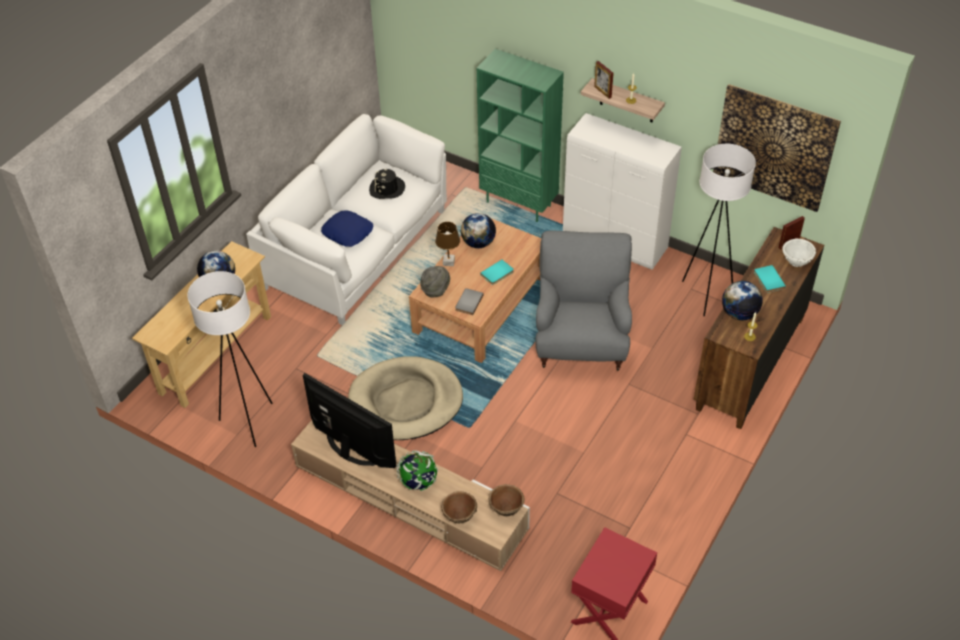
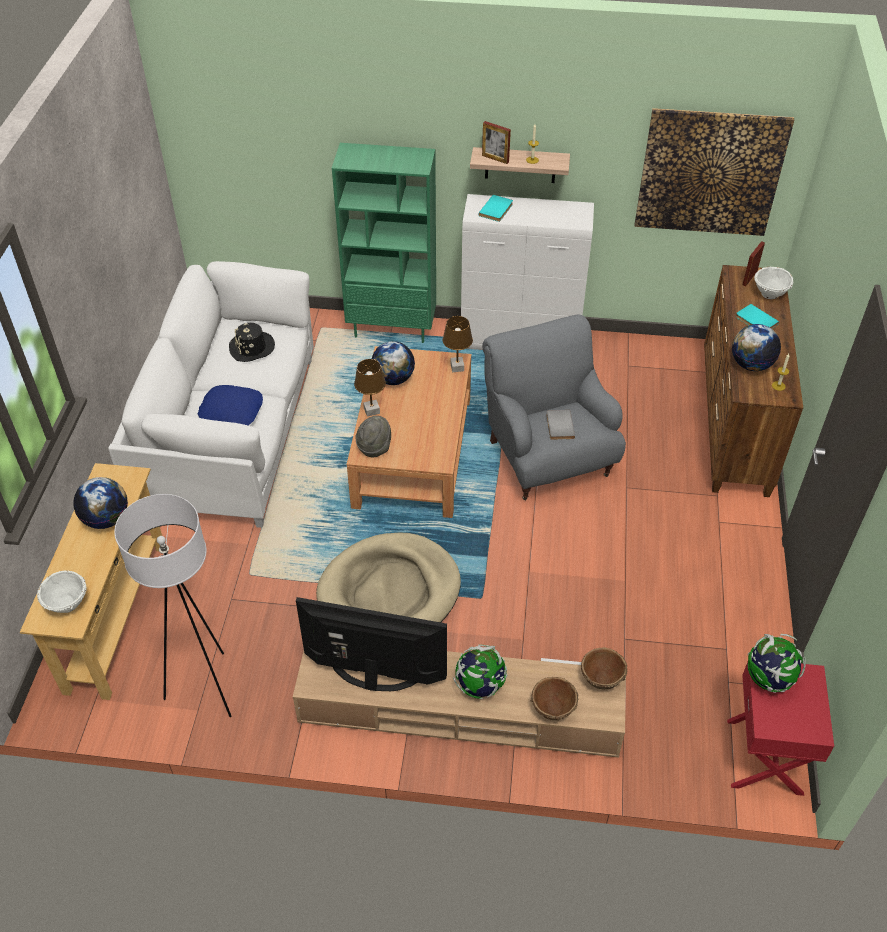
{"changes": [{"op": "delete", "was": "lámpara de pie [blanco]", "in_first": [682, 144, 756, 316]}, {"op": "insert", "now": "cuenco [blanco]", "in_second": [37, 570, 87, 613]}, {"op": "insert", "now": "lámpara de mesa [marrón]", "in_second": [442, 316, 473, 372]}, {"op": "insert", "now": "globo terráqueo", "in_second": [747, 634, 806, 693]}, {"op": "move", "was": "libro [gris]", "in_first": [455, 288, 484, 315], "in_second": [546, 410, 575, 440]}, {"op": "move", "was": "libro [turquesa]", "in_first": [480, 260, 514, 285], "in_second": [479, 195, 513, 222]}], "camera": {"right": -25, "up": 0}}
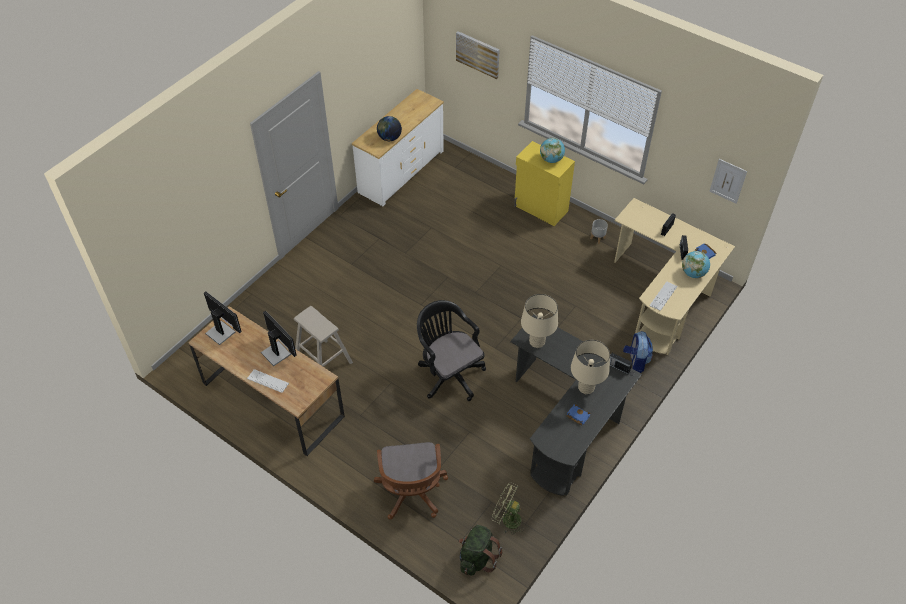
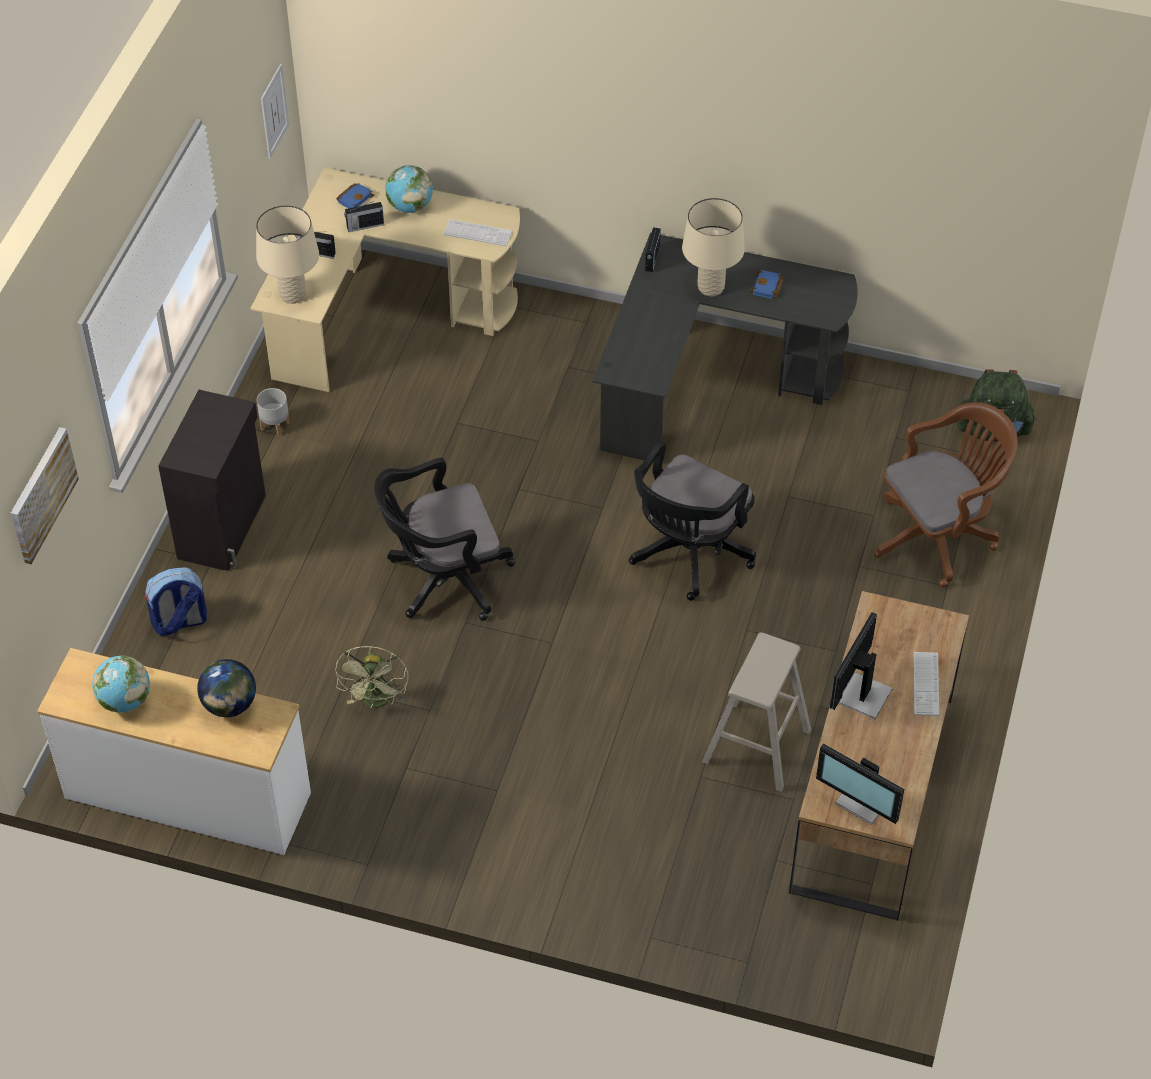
{"changes": [{"op": "insert", "now": "silla de oficina [negro]", "in_second": [374, 458, 515, 621]}, {"op": "move", "was": "ventilador [verde]", "in_first": [492, 482, 524, 535], "in_second": [335, 646, 409, 708]}, {"op": "move", "was": "lámpara de mesa [beis]", "in_first": [521, 294, 558, 348], "in_second": [256, 205, 319, 304]}, {"op": "move", "was": "globo terráqueo", "in_first": [540, 138, 565, 163], "in_second": [92, 656, 150, 712]}, {"op": "move", "was": "mochila", "in_first": [623, 331, 653, 373], "in_second": [145, 568, 207, 636]}, {"op": "recolor", "was": "armario [amarillo]", "now": "armario [negro]", "in_first": [514, 141, 575, 226], "in_second": [158, 390, 266, 571]}, {"op": "rotate", "was": "monitor", "in_first": [204, 292, 242, 345], "in_second": [816, 743, 904, 825], "clockwise": -75}], "camera": {"right": -110, "up": 0}}
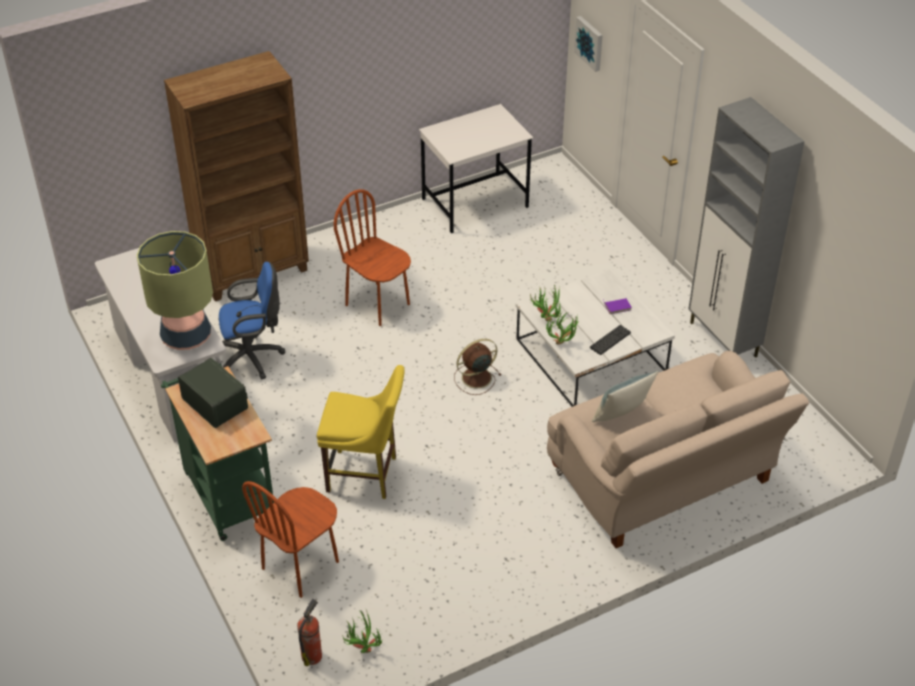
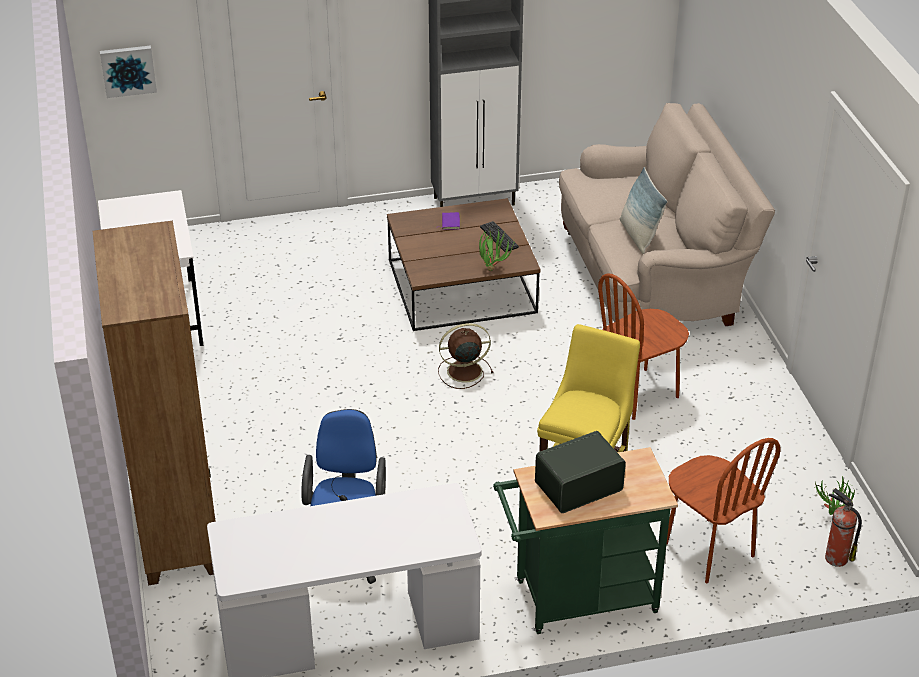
{"changes": [{"op": "delete", "was": "lámpara de mesa", "in_first": [136, 231, 213, 350]}, {"op": "delete", "was": "planta en maceta", "in_first": [530, 284, 561, 322]}, {"op": "move", "was": "silla [marrón]", "in_first": [334, 189, 411, 326], "in_second": [598, 274, 689, 420]}, {"op": "recolor", "was": "mesa de centro [blanco]", "now": "mesa de centro [marrón]", "in_first": [516, 268, 675, 407], "in_second": [387, 198, 540, 331]}, {"op": "rotate", "was": "ventilador [marrón]", "in_first": [454, 339, 501, 395], "in_second": [438, 323, 494, 389], "clockwise": 90}], "camera": {"right": -75, "up": -5}}
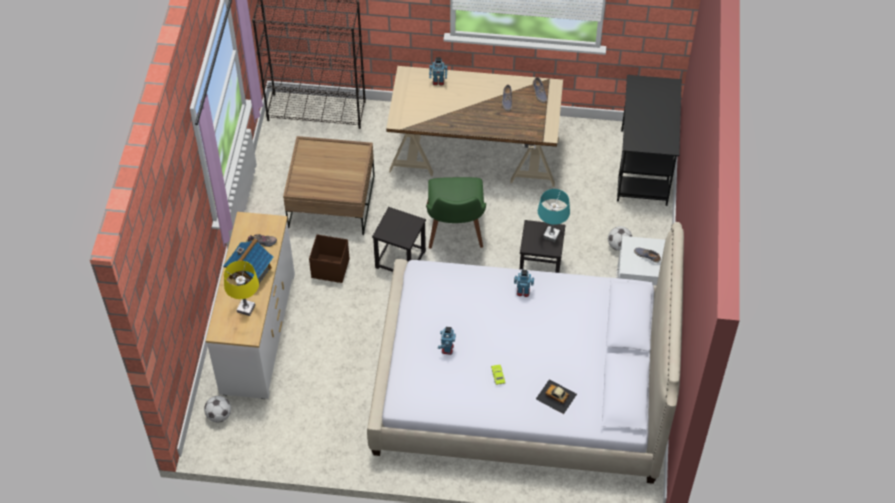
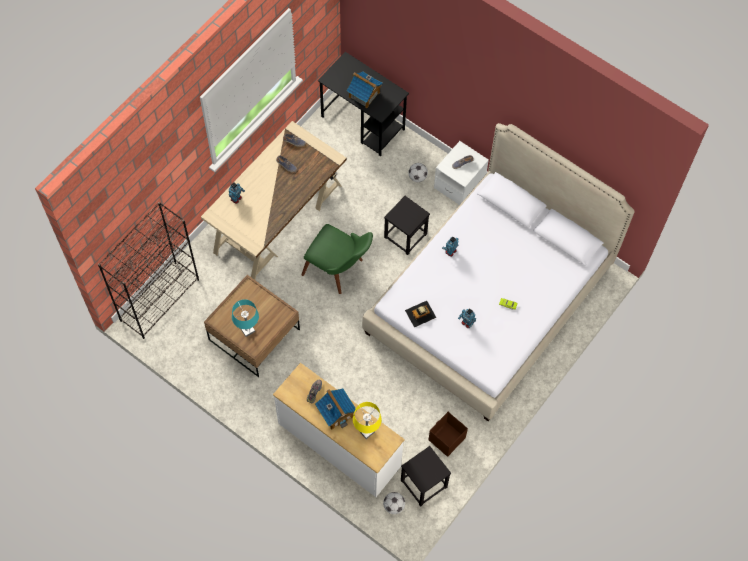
{"changes": [{"op": "insert", "now": "casita", "in_second": [347, 71, 383, 108]}, {"op": "move", "was": "caja de almacenaje [marrón]", "in_first": [309, 234, 350, 283], "in_second": [428, 412, 468, 457]}, {"op": "move", "was": "taburete [negro]", "in_first": [372, 207, 426, 272], "in_second": [401, 446, 451, 507]}, {"op": "move", "was": "coche de juguete", "in_first": [536, 379, 577, 414], "in_second": [405, 301, 436, 327]}, {"op": "move", "was": "lámpara de mesa [turquesa]", "in_first": [538, 189, 570, 242], "in_second": [232, 299, 259, 337]}], "camera": {"right": -60, "up": 10}}
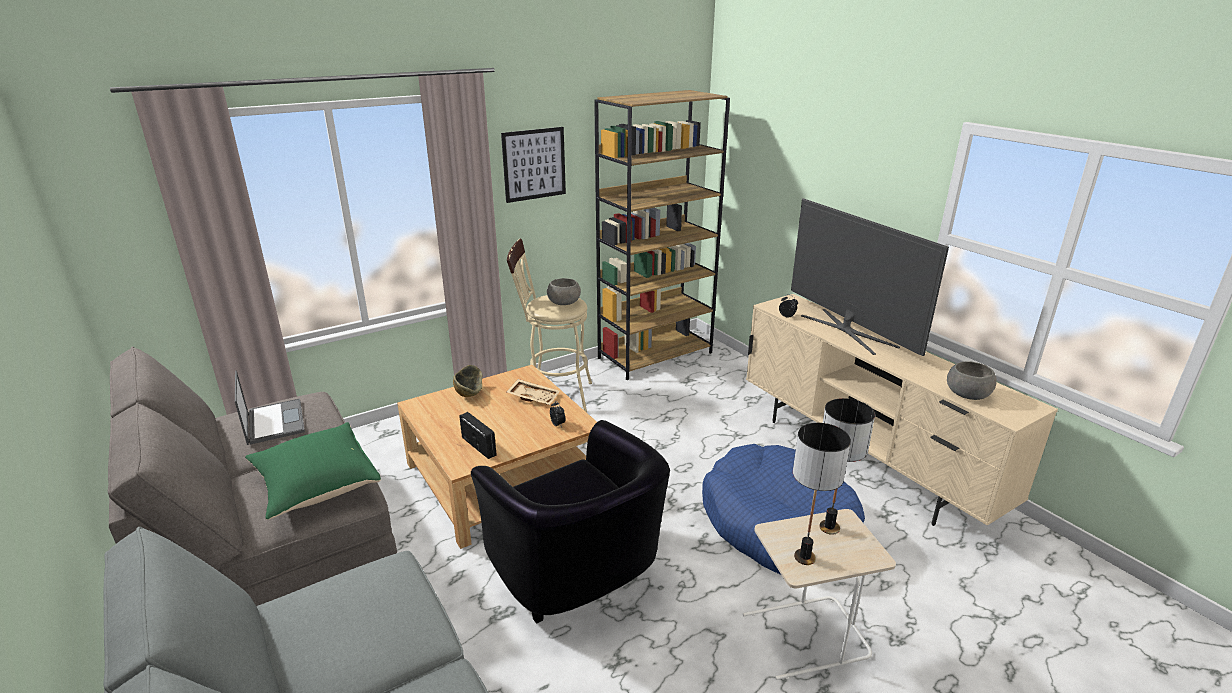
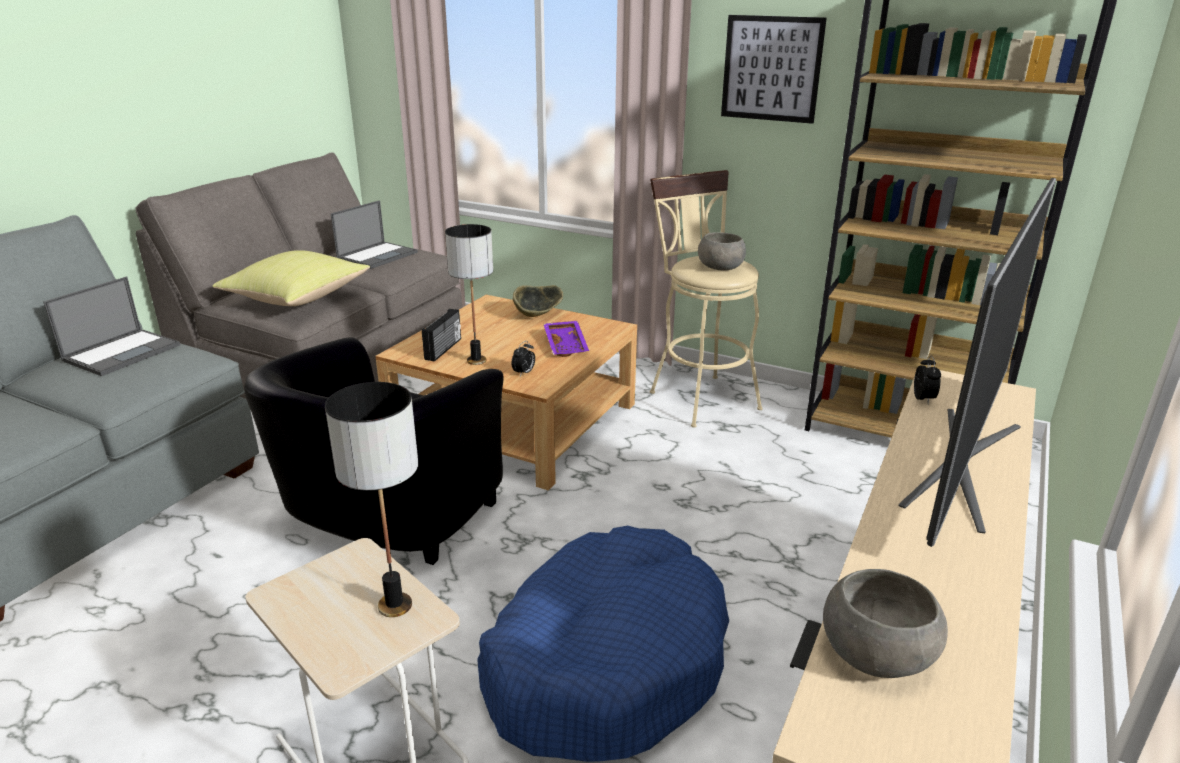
{"changes": [{"op": "insert", "now": "portátil", "in_second": [43, 276, 180, 376]}, {"op": "move", "was": "lámpara de mesa", "in_first": [793, 423, 851, 565], "in_second": [445, 224, 493, 365]}, {"op": "recolor", "was": "cojín [verde]", "now": "cojín [amarillo]", "in_first": [245, 422, 381, 520], "in_second": [213, 250, 370, 306]}, {"op": "recolor", "was": "bandeja [beis]", "now": "bandeja [morado]", "in_first": [507, 379, 560, 405], "in_second": [544, 321, 589, 357]}], "camera": {"right": 60, "up": 0}}
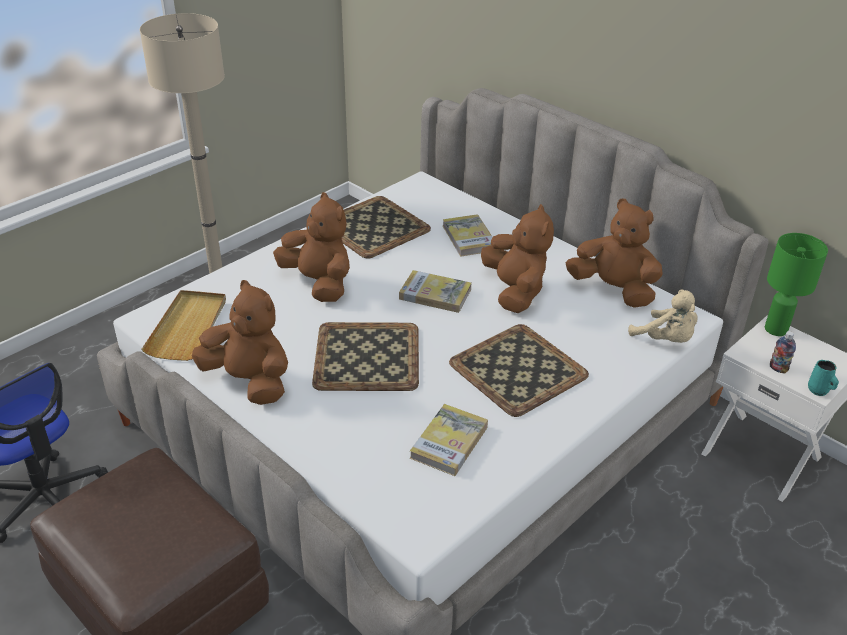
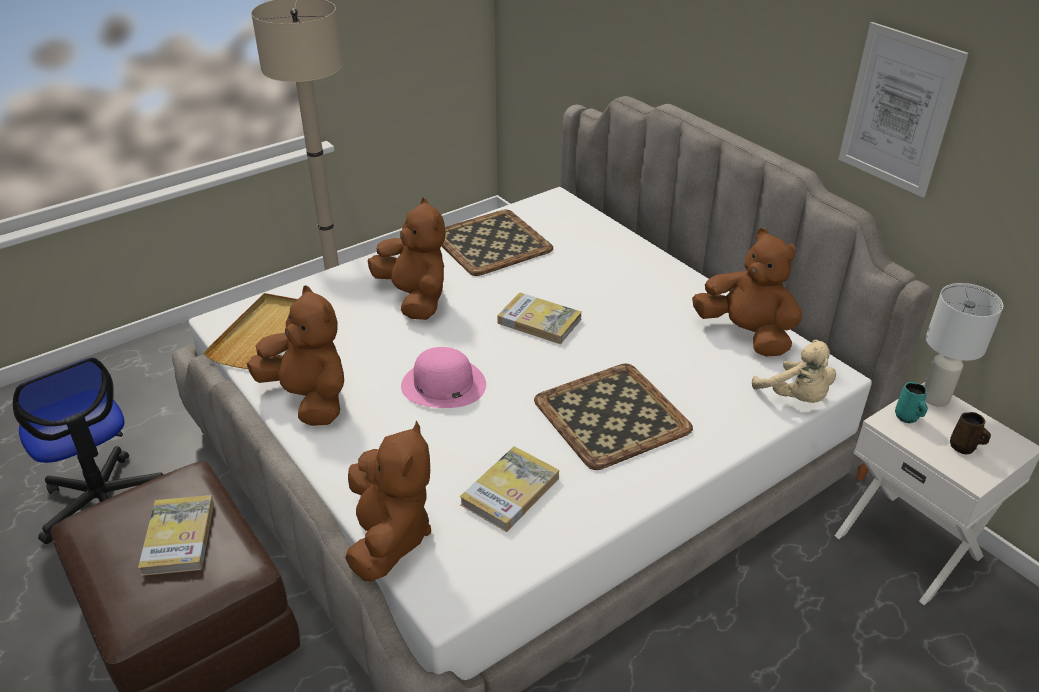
{"changes": [{"op": "delete", "was": "botella", "in_first": [770, 331, 796, 374]}, {"op": "insert", "now": "cuadro", "in_second": [838, 22, 968, 197]}, {"op": "insert", "now": "taza grande [marrón]", "in_second": [950, 412, 991, 454]}, {"op": "move", "was": "libro", "in_first": [443, 214, 493, 257], "in_second": [138, 495, 214, 576]}, {"op": "move", "was": "peluche [marrón]", "in_first": [481, 204, 554, 313], "in_second": [345, 421, 431, 581]}, {"op": "move", "was": "taza grande [turquesa]", "in_first": [808, 360, 839, 396], "in_second": [895, 382, 928, 423]}, {"op": "replace", "was": "bandeja", "now": "sombrero [rosa]", "in_first": [312, 322, 419, 391], "in_second": [401, 347, 486, 408]}, {"op": "recolor", "was": "lámpara de mesa [verde]", "now": "lámpara de mesa [blanco]", "in_first": [765, 233, 828, 336], "in_second": [924, 283, 1003, 407]}], "camera": {"right": 10, "up": 0}}
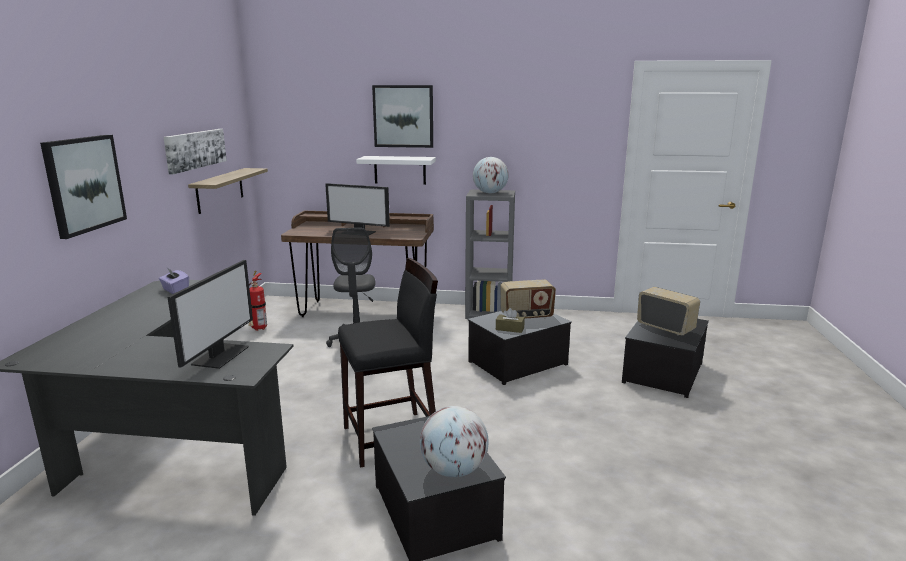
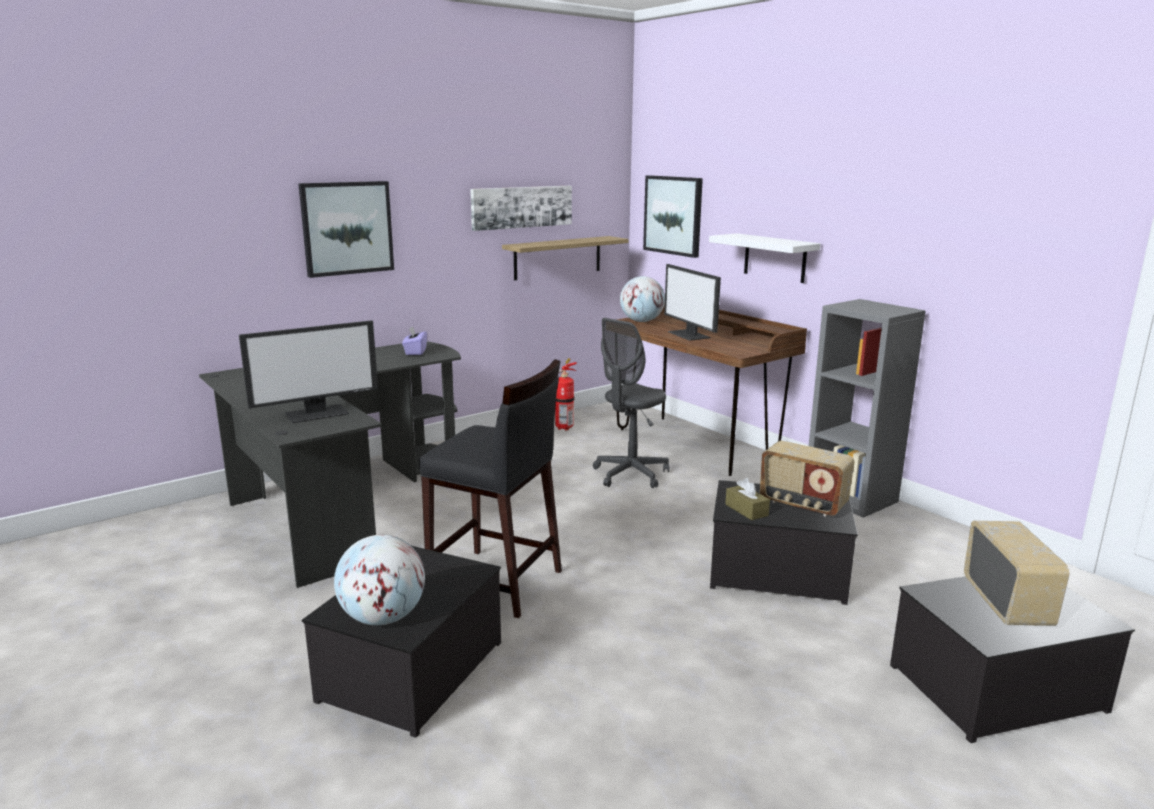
{"changes": [{"op": "move", "was": "cuadro", "in_first": [372, 85, 433, 148], "in_second": [643, 175, 703, 258]}, {"op": "move", "was": "globo terráqueo", "in_first": [473, 157, 509, 193], "in_second": [620, 276, 665, 322]}], "camera": {"right": 45, "up": 0}}
